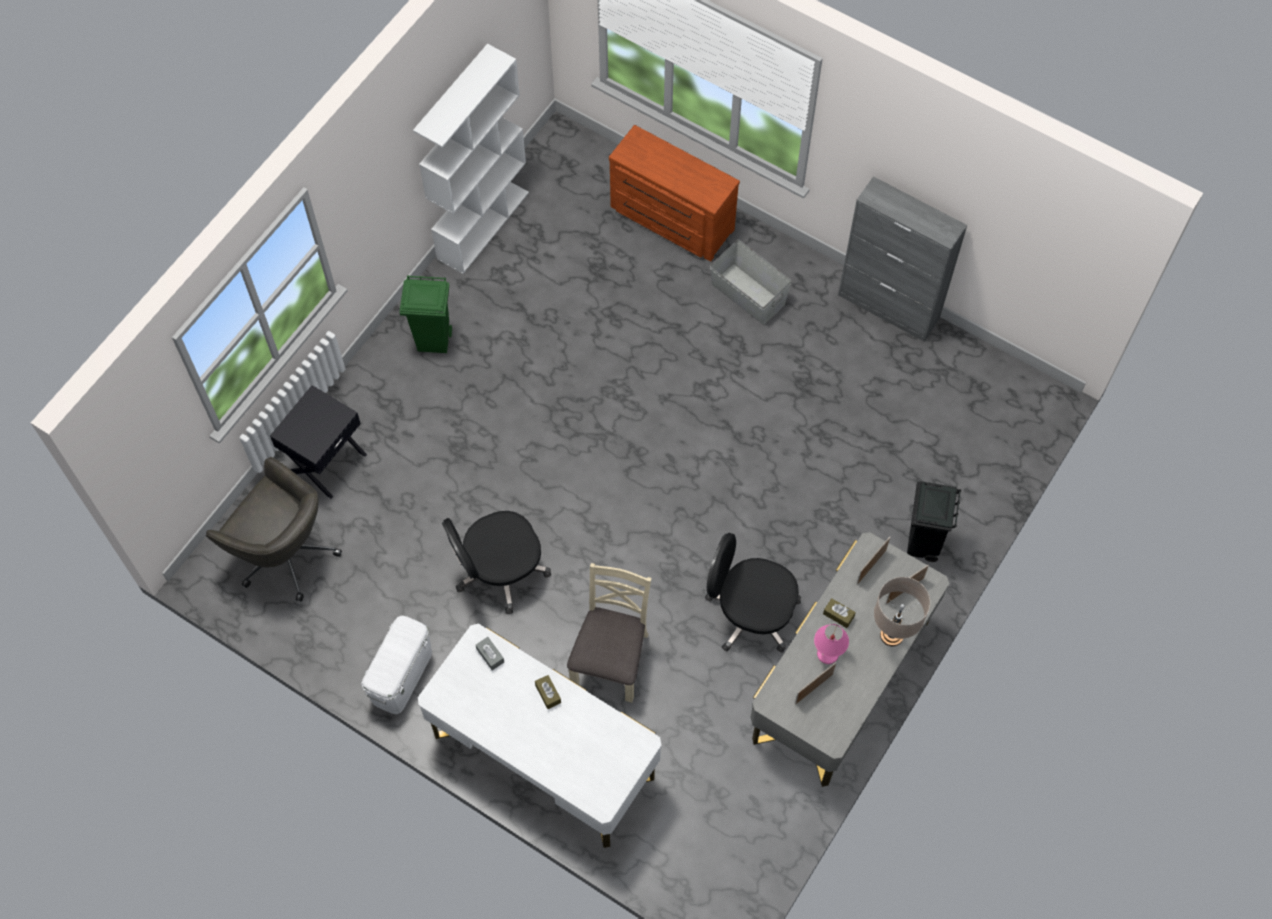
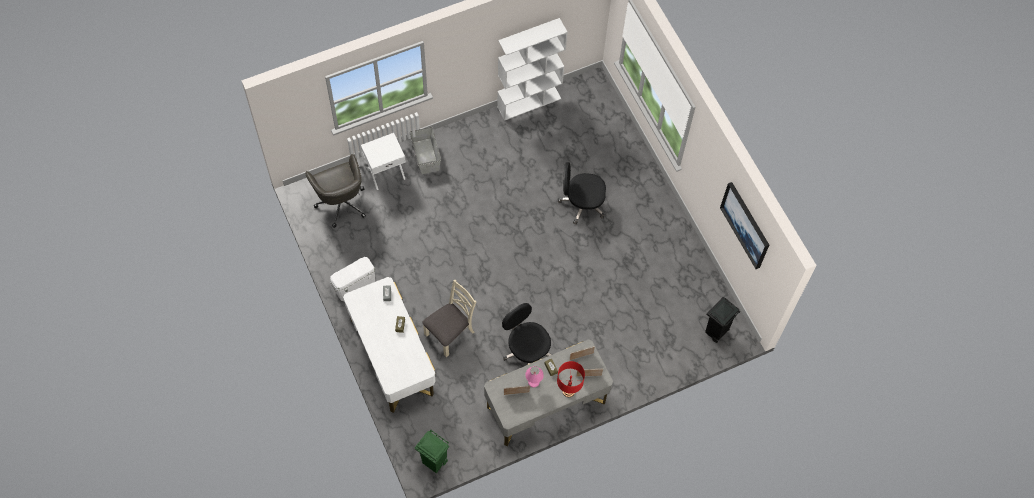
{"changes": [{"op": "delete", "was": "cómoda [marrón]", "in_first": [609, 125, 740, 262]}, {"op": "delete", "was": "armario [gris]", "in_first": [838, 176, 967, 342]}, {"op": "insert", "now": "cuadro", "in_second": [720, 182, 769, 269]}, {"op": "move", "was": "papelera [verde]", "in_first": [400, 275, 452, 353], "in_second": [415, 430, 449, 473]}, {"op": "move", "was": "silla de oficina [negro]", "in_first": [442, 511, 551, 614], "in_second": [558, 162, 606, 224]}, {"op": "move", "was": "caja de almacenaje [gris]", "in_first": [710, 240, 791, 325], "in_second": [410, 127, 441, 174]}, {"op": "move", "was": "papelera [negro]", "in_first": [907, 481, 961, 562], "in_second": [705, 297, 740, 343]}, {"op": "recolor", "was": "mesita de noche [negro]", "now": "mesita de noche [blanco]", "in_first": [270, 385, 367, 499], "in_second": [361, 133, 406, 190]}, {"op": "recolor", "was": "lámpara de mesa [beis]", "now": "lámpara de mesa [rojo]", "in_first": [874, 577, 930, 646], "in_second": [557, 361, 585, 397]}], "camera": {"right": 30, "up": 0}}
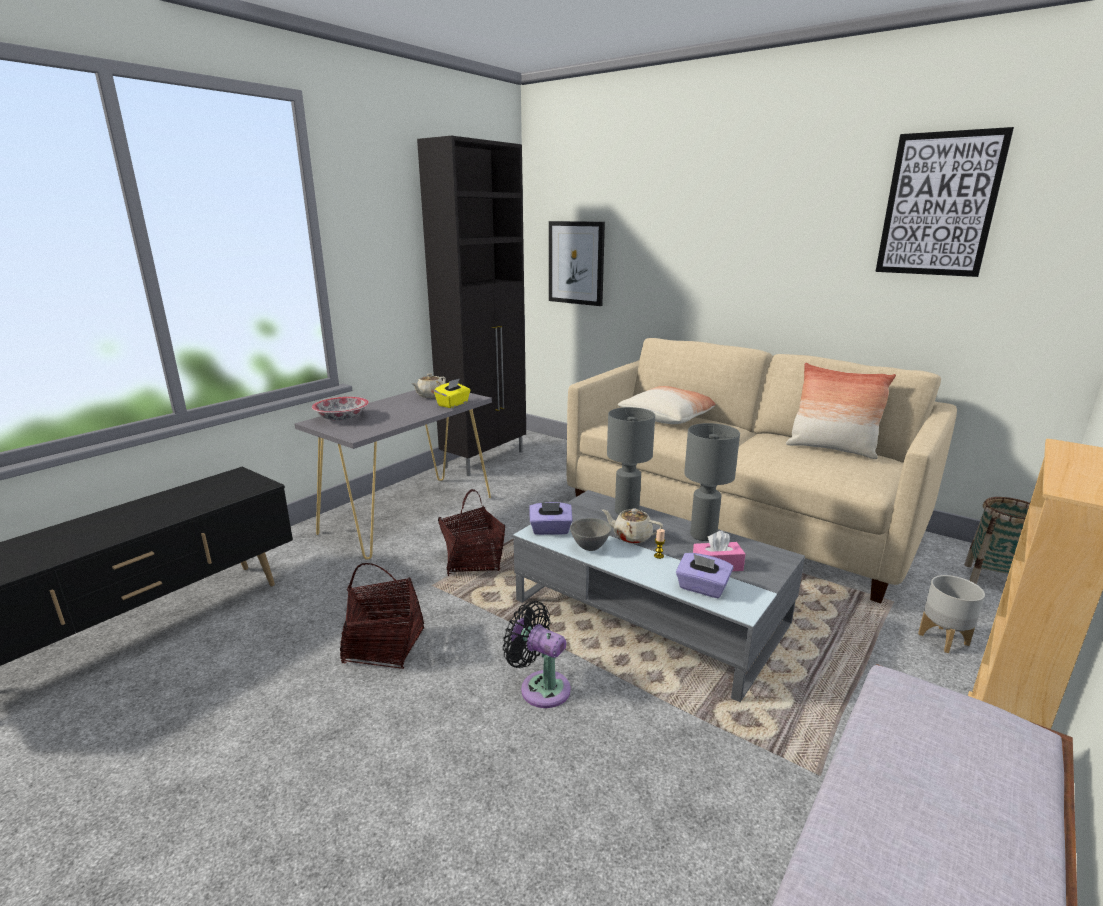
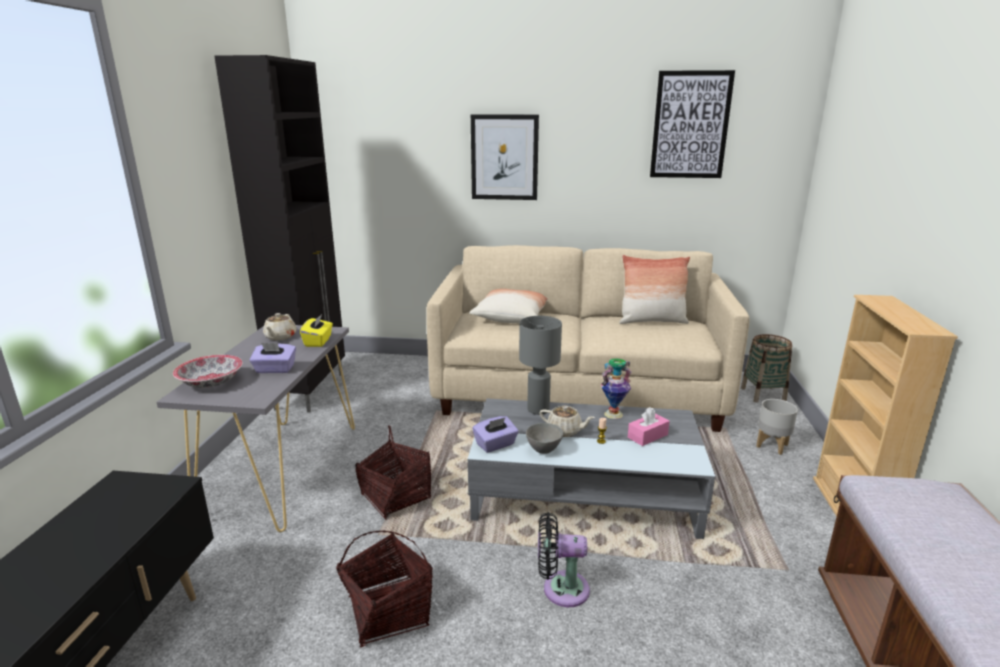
{"changes": [{"op": "move", "was": "cuadro", "in_first": [549, 221, 605, 306], "in_second": [471, 114, 539, 200]}, {"op": "move", "was": "caja de pañuelos [morado]", "in_first": [676, 553, 733, 598], "in_second": [250, 343, 296, 373]}, {"op": "replace", "was": "lámpara de mesa [gris]", "now": "florero", "in_first": [684, 423, 740, 541], "in_second": [601, 358, 632, 419]}, {"op": "rotate", "was": "tetera [beis]", "in_first": [602, 509, 663, 544], "in_second": [539, 405, 595, 437], "clockwise": -150}], "camera": {"right": -30, "up": 0}}
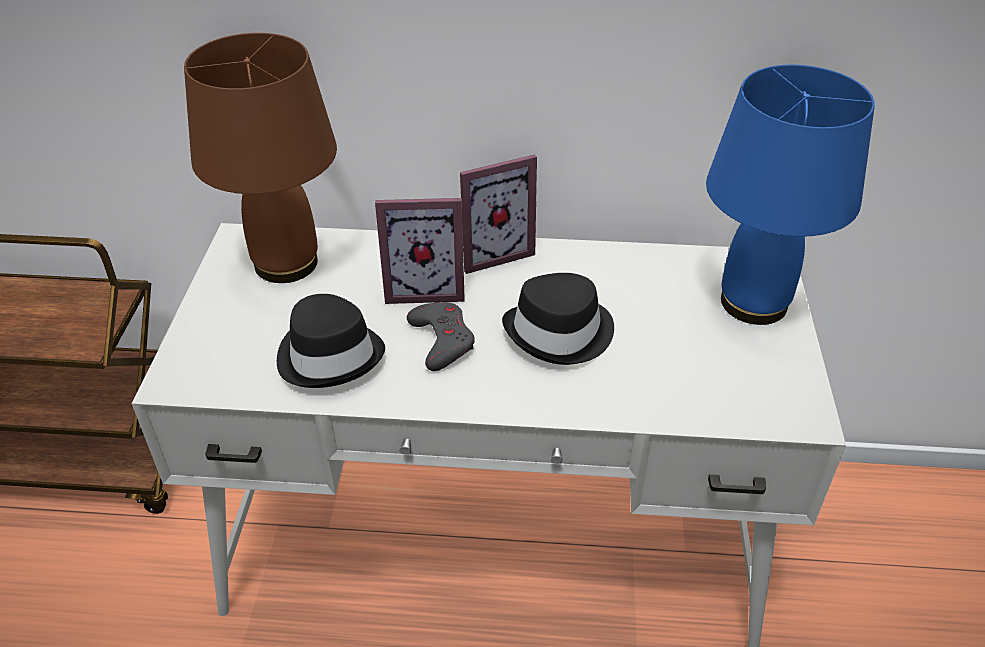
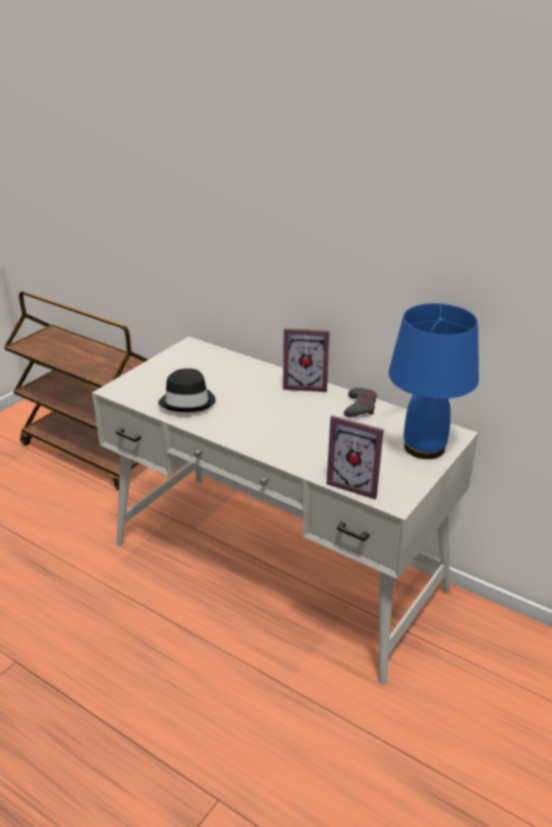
{"changes": [{"op": "delete", "was": "lámpara de mesa [marrón]", "in_first": [184, 33, 337, 283]}, {"op": "delete", "was": "sombrero [negro]", "in_first": [502, 273, 614, 365]}, {"op": "move", "was": "portarretratos", "in_first": [375, 198, 465, 304], "in_second": [326, 415, 384, 499]}, {"op": "move", "was": "mando de consola [gris]", "in_first": [407, 302, 475, 371], "in_second": [344, 388, 377, 417]}], "camera": {"right": 30, "up": -10}}
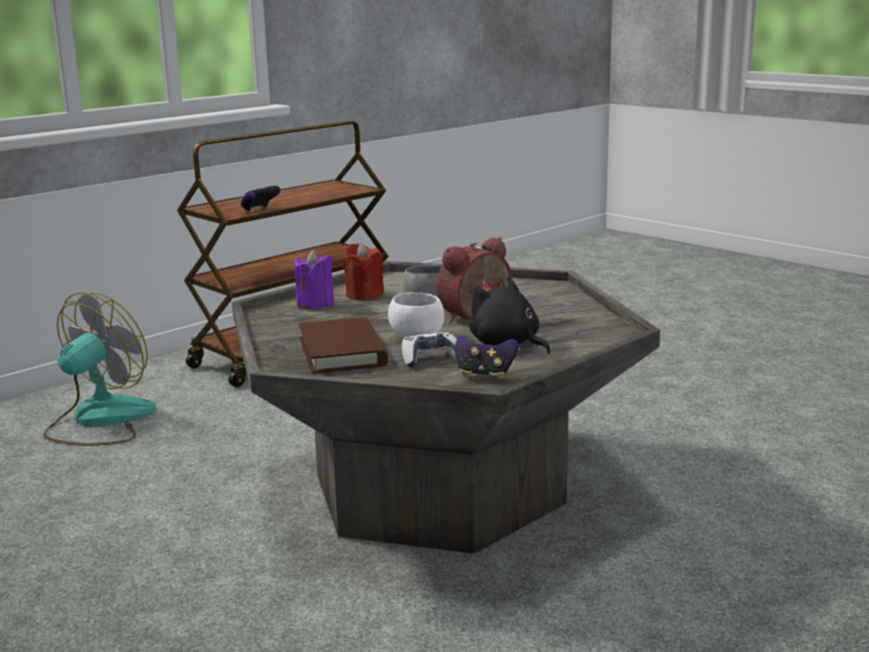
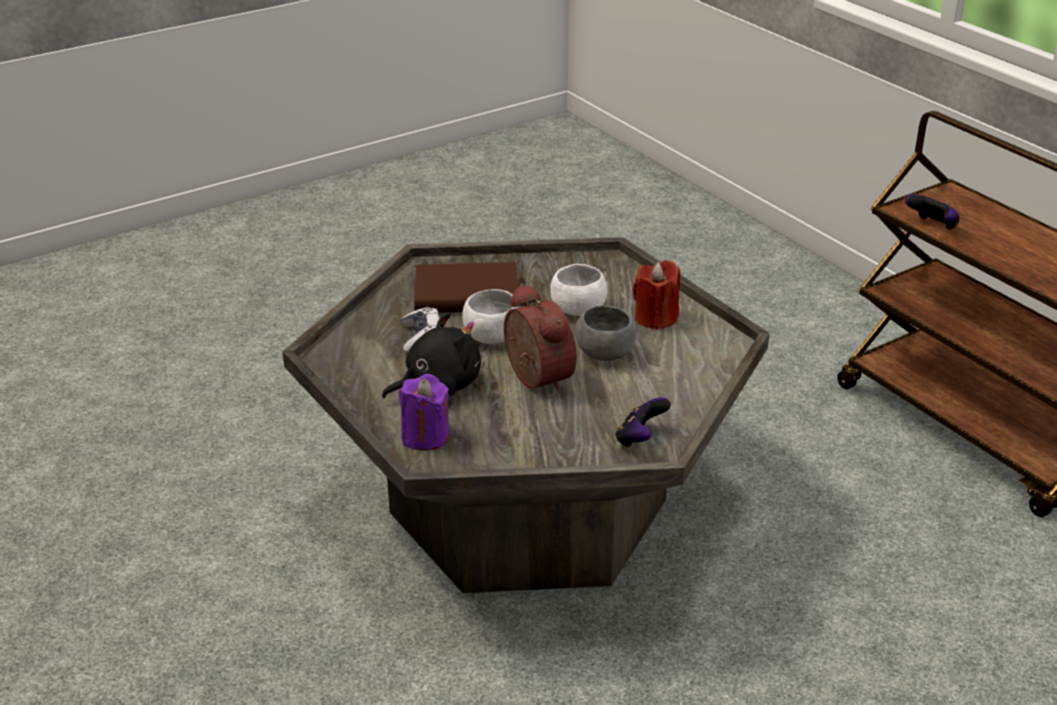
{"changes": [{"op": "delete", "was": "ventilador", "in_first": [43, 292, 156, 446]}, {"op": "insert", "now": "cuenco [blanco]", "in_second": [550, 264, 607, 316]}, {"op": "move", "was": "vela [morado]", "in_first": [294, 250, 334, 309], "in_second": [399, 374, 449, 451]}, {"op": "move", "was": "mando de consola", "in_first": [455, 336, 519, 380], "in_second": [615, 397, 671, 448]}], "camera": {"right": 100, "up": 15}}
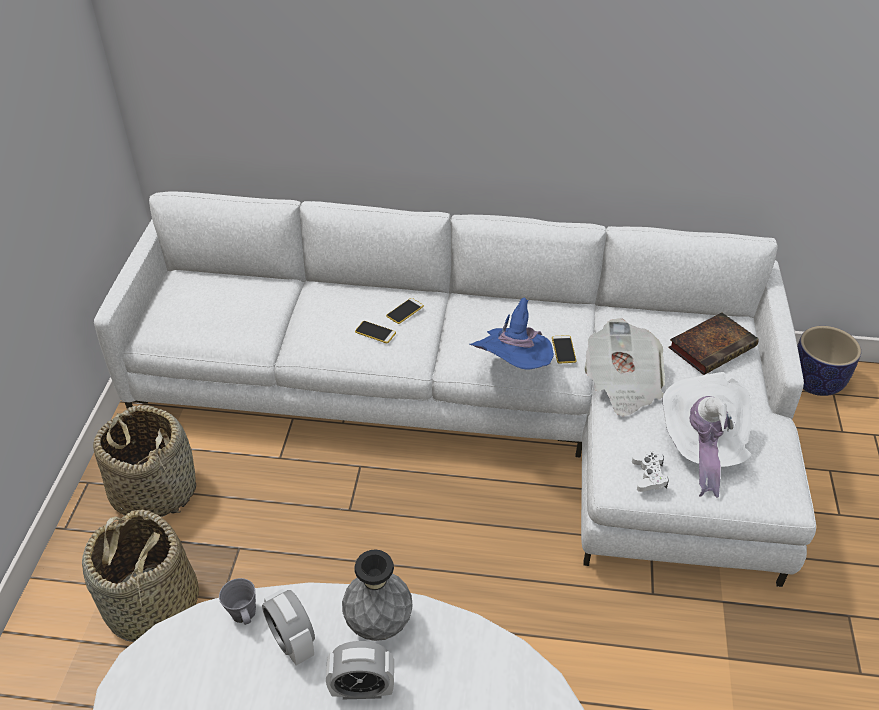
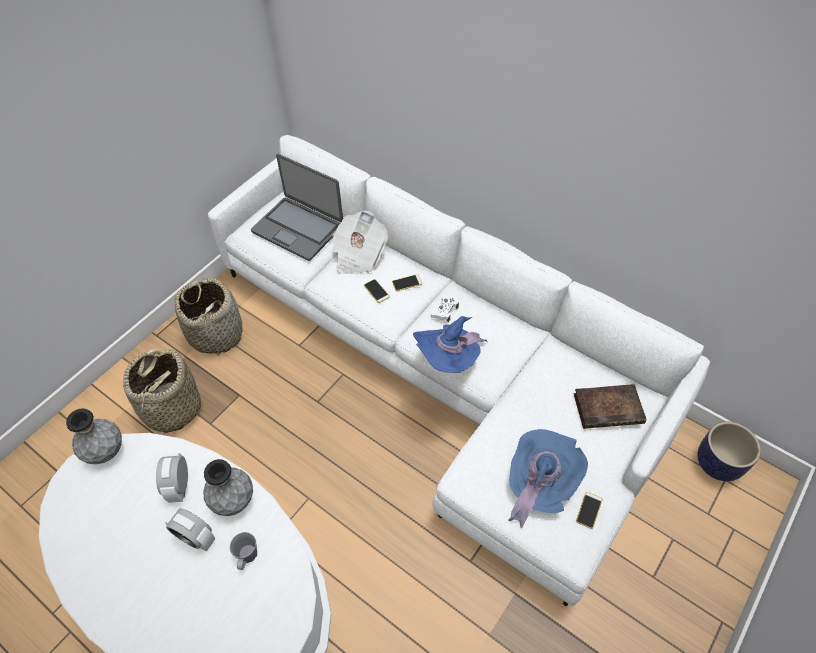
{"changes": [{"op": "insert", "now": "florero [gris]", "in_second": [66, 408, 122, 464]}, {"op": "insert", "now": "portátil", "in_second": [251, 154, 343, 261]}, {"op": "move", "was": "taza grande [gris]", "in_first": [219, 578, 256, 625], "in_second": [230, 532, 257, 570]}, {"op": "move", "was": "móvil", "in_first": [552, 335, 577, 363], "in_second": [576, 492, 602, 529]}, {"op": "move", "was": "periódico", "in_first": [584, 318, 665, 417], "in_second": [332, 211, 388, 274]}, {"op": "move", "was": "mando de consola [blanco]", "in_first": [632, 450, 669, 492], "in_second": [431, 295, 459, 322]}, {"op": "recolor", "was": "sombrero [blanco]", "now": "sombrero [azul]", "in_first": [663, 372, 752, 498], "in_second": [509, 429, 588, 528]}], "camera": {"right": 30, "up": 10}}
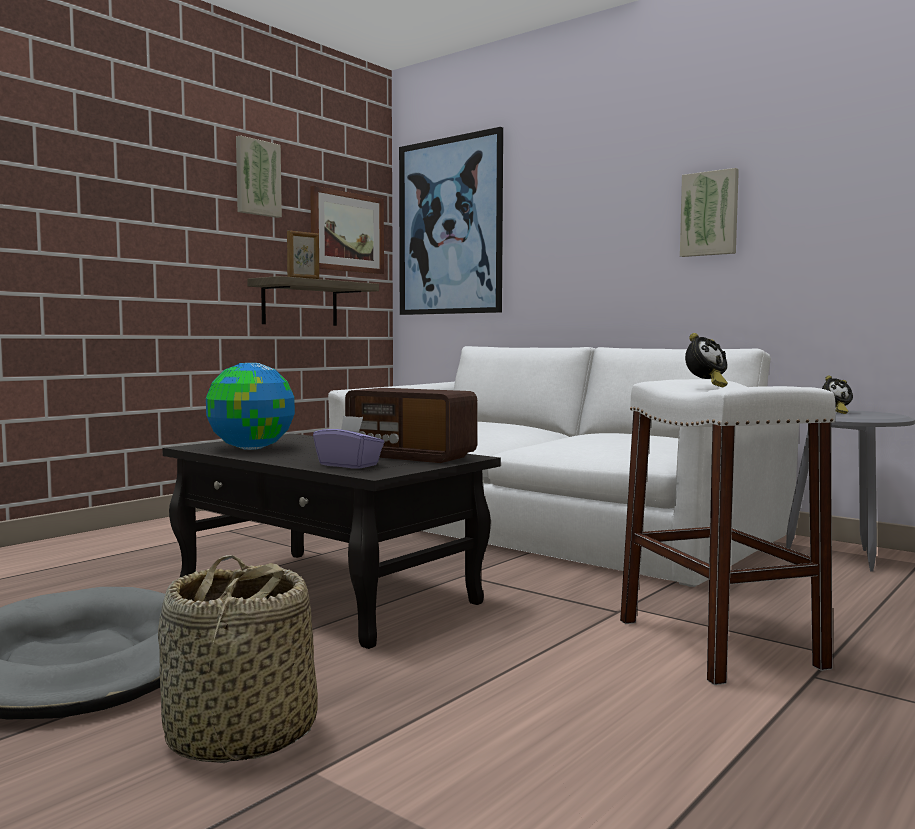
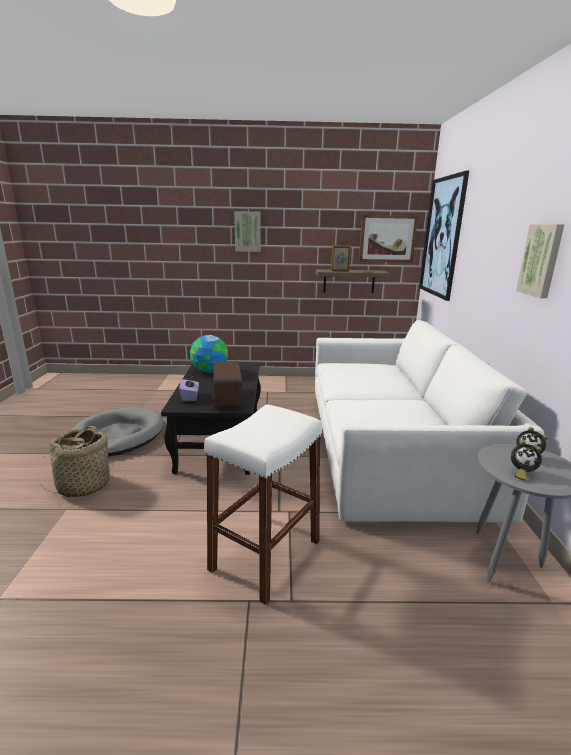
{"changes": [{"op": "move", "was": "cuadro", "in_first": [236, 135, 282, 218], "in_second": [234, 211, 261, 252]}, {"op": "move", "was": "despertador", "in_first": [685, 333, 728, 387], "in_second": [511, 440, 542, 481]}], "camera": {"right": 50, "up": 15}}
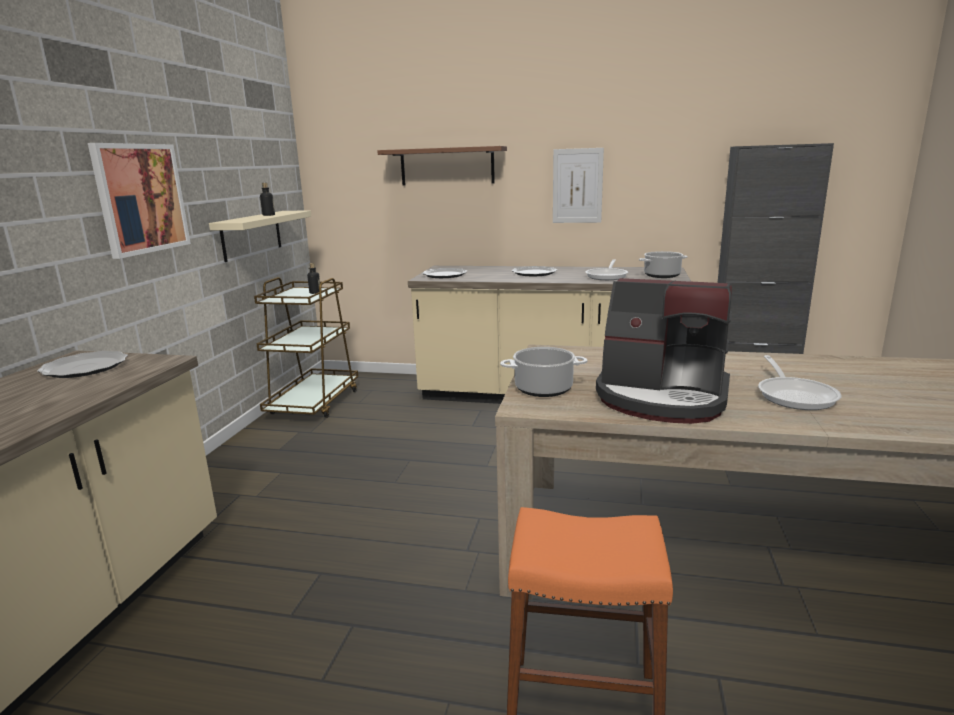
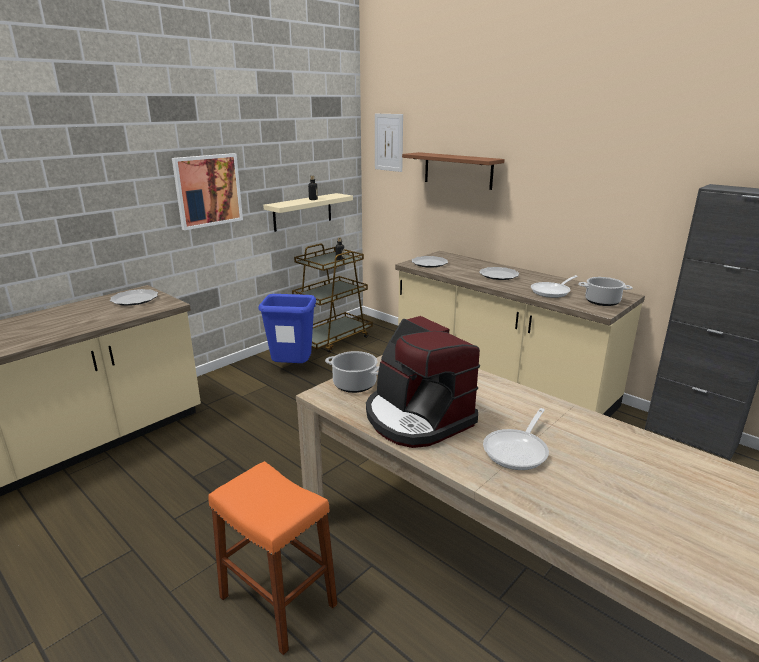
{"changes": [{"op": "insert", "now": "papelera [azul]", "in_second": [259, 294, 316, 370]}, {"op": "move", "was": "cuadro", "in_first": [553, 148, 604, 223], "in_second": [375, 114, 403, 172]}], "camera": {"right": 30, "up": 5}}
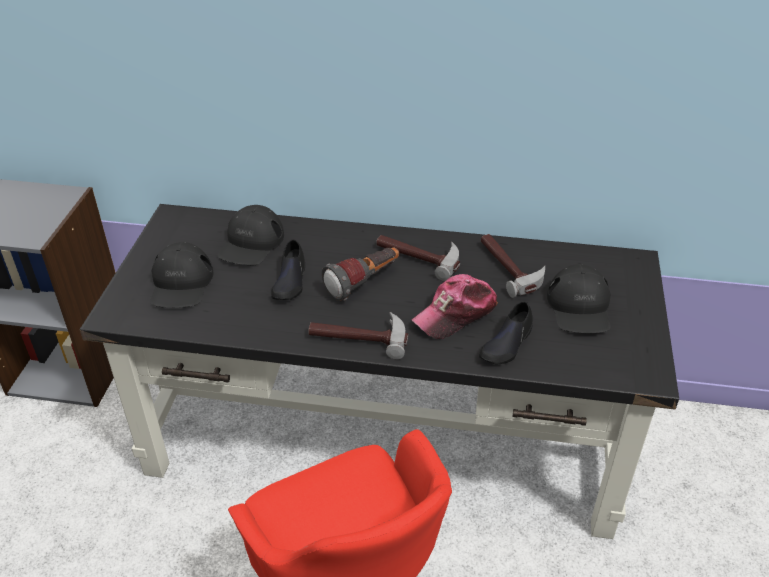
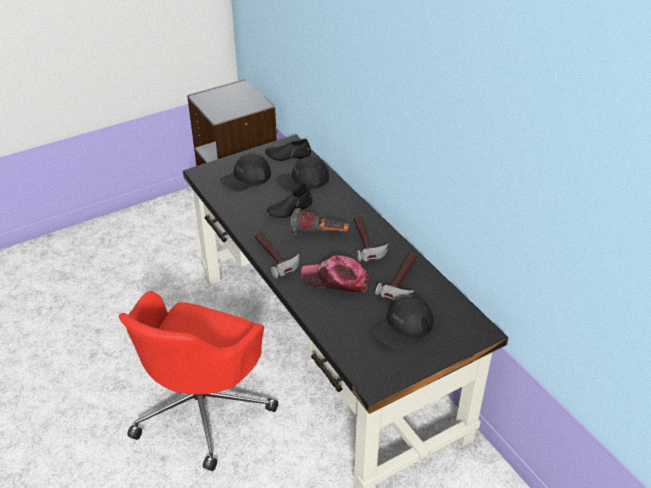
{"changes": [{"op": "move", "was": "zapato [negro]", "in_first": [479, 301, 533, 364], "in_second": [265, 139, 311, 161]}], "camera": {"right": 50, "up": 0}}
